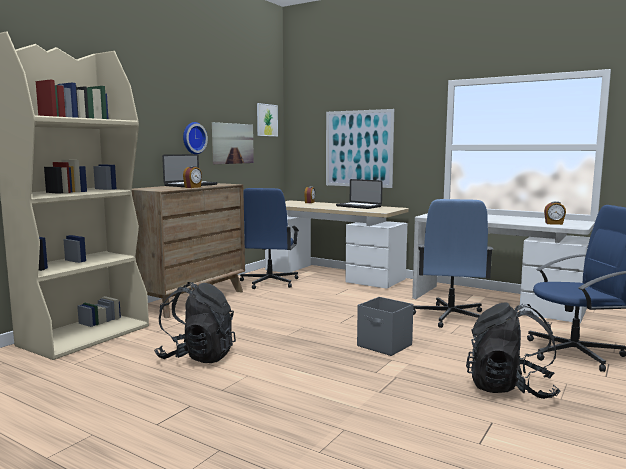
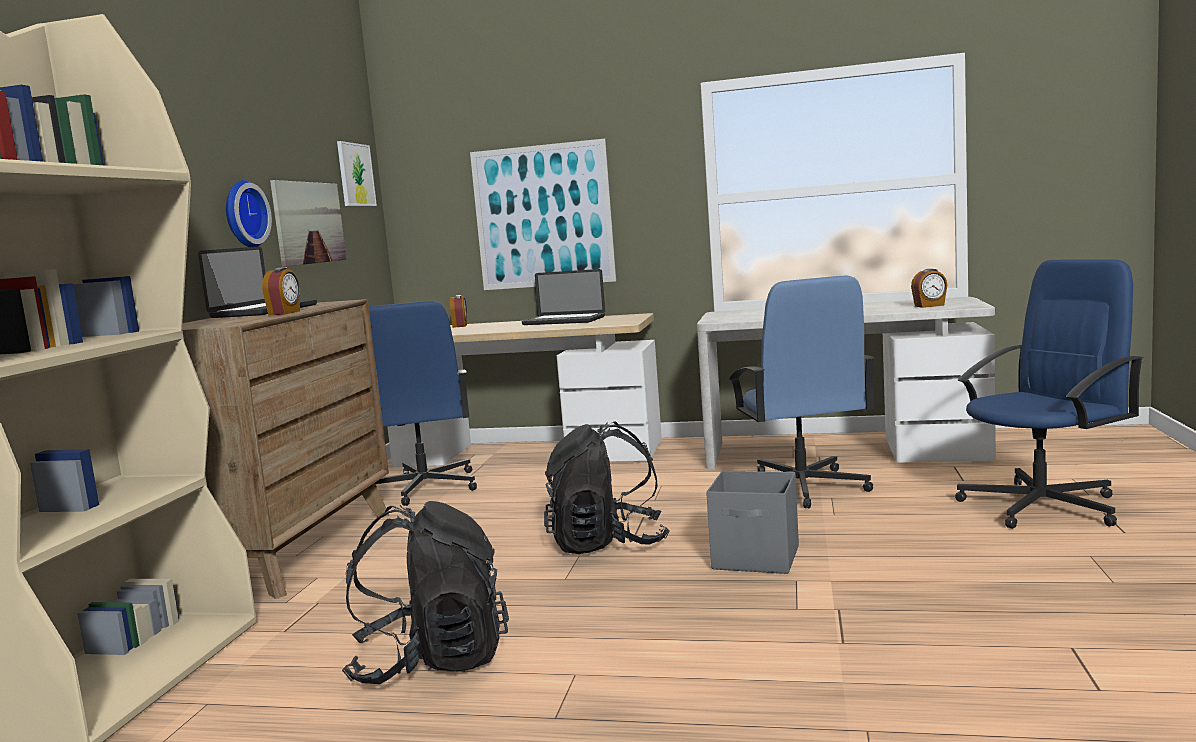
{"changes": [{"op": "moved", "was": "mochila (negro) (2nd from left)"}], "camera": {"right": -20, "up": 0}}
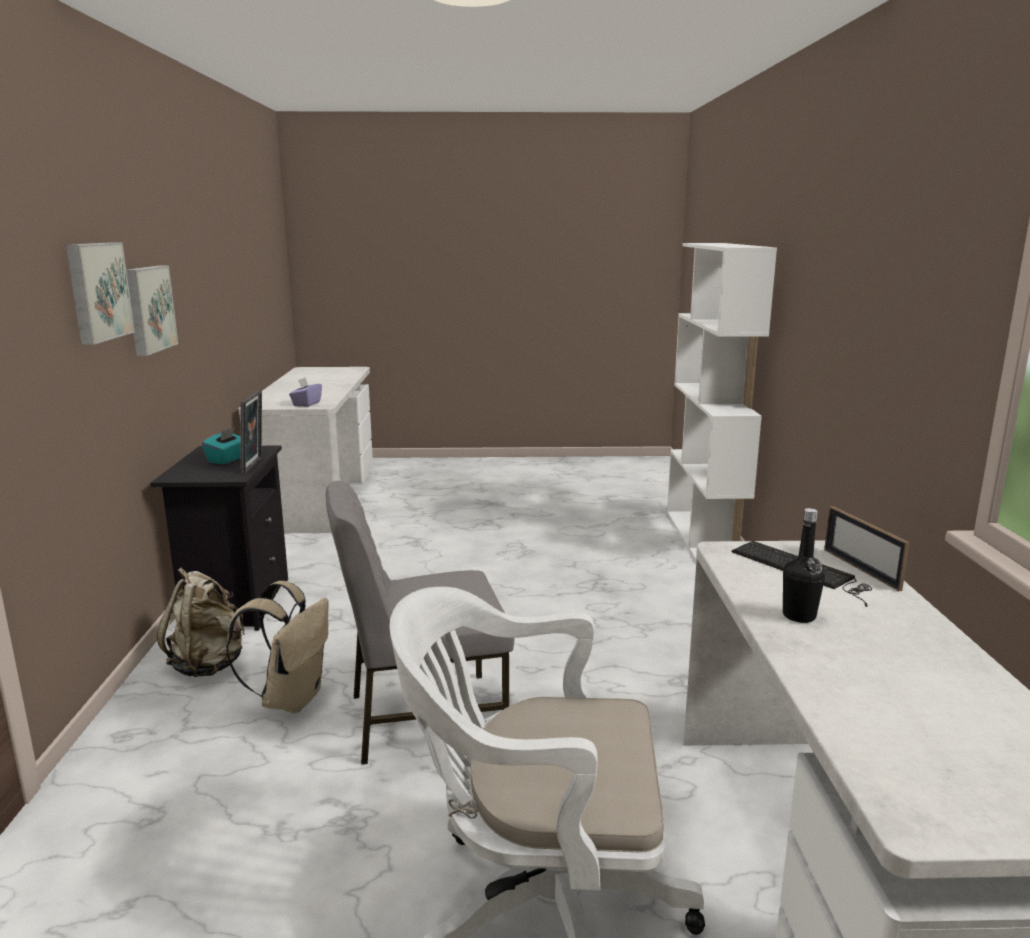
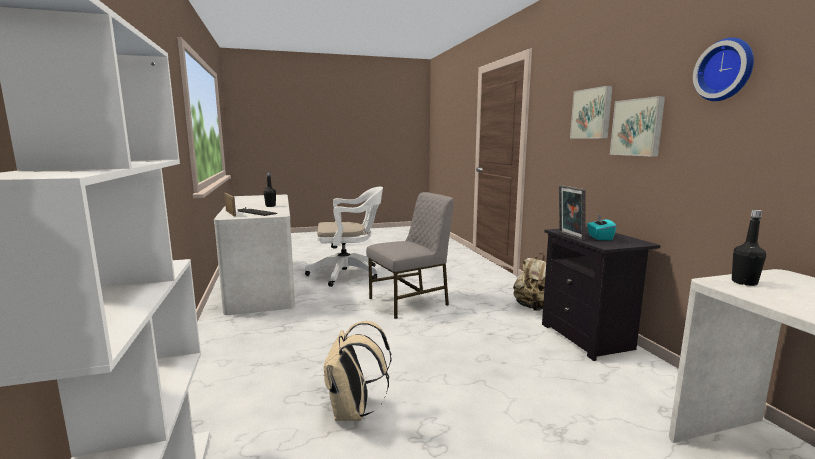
{"changes": [{"op": "replaced", "was": "caja de pañuelos (morado)", "now": "botella (negro) (2nd from left)"}, {"op": "moved", "was": "mochila (beis) (2nd from left in the first image)", "now": "mochila (beis) (1st from left)"}, {"op": "added", "now": "reloj de pared"}], "camera": {"right": 165, "up": -5}}
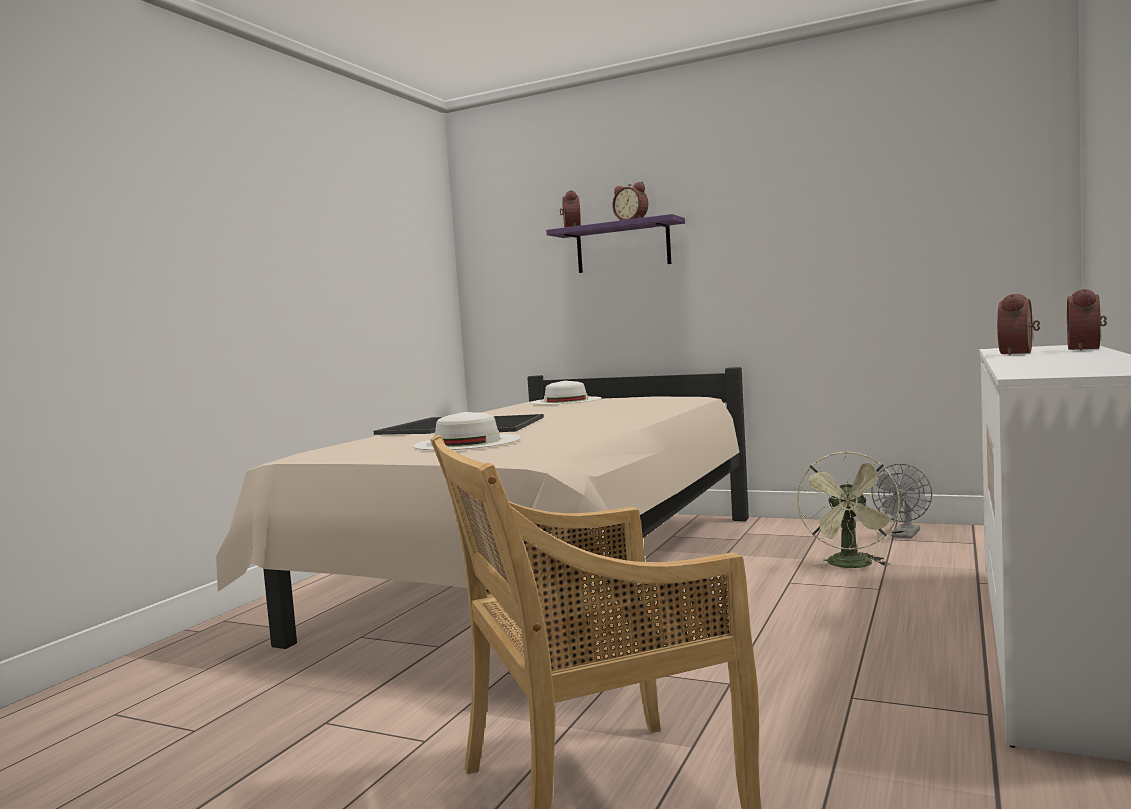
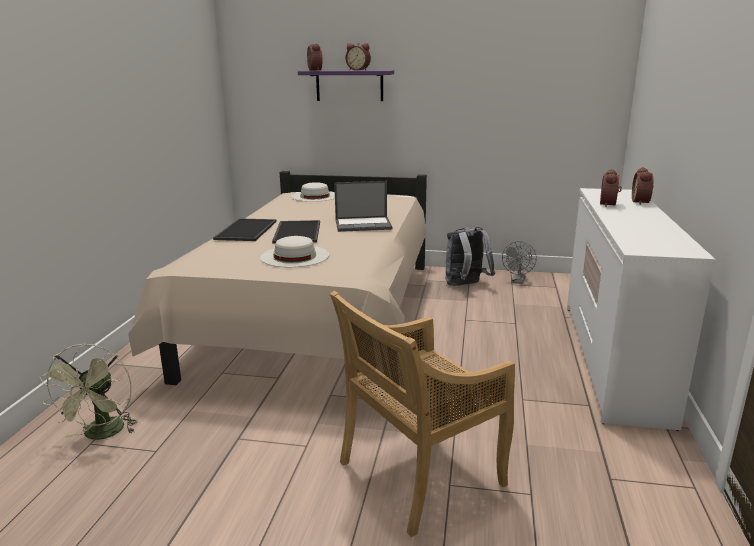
{"changes": [{"op": "moved", "was": "ventilador (verde)"}, {"op": "added", "now": "portátil"}, {"op": "added", "now": "mochila (gris)"}], "camera": {"right": -15, "up": 15}}
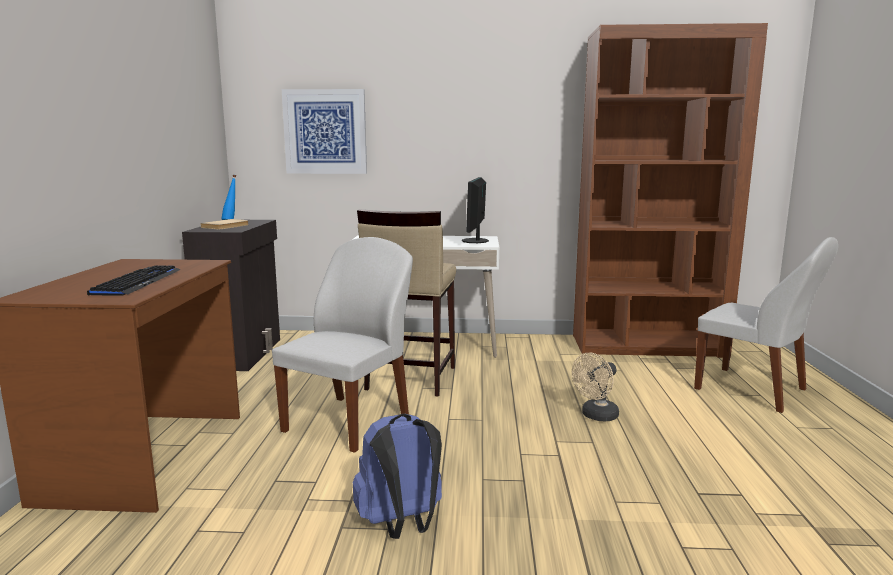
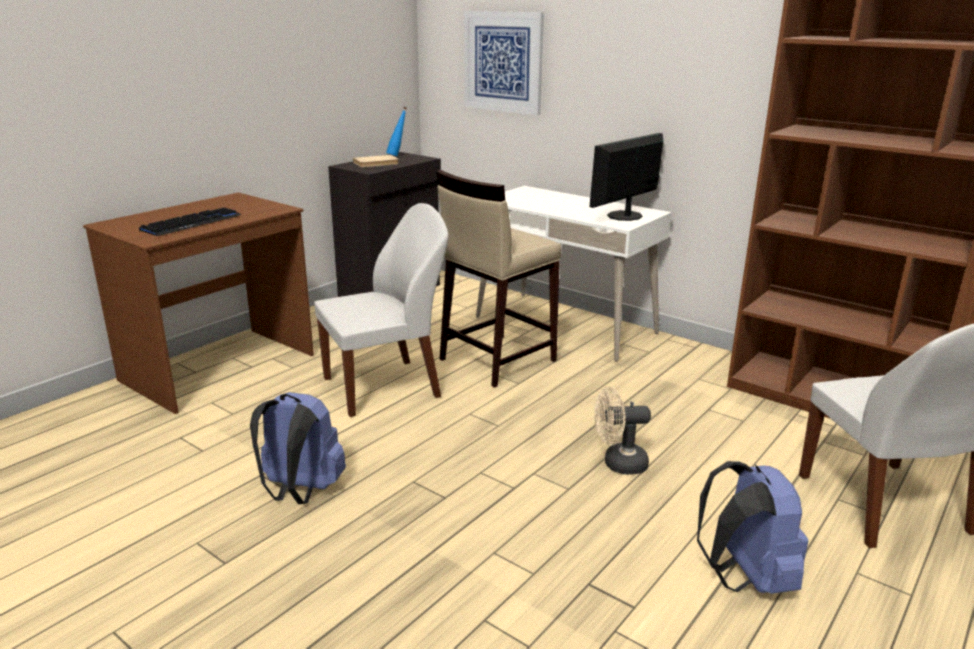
{"changes": [{"op": "added", "now": "mochila (azul) (2nd from left)"}], "camera": {"right": 35, "up": 10}}
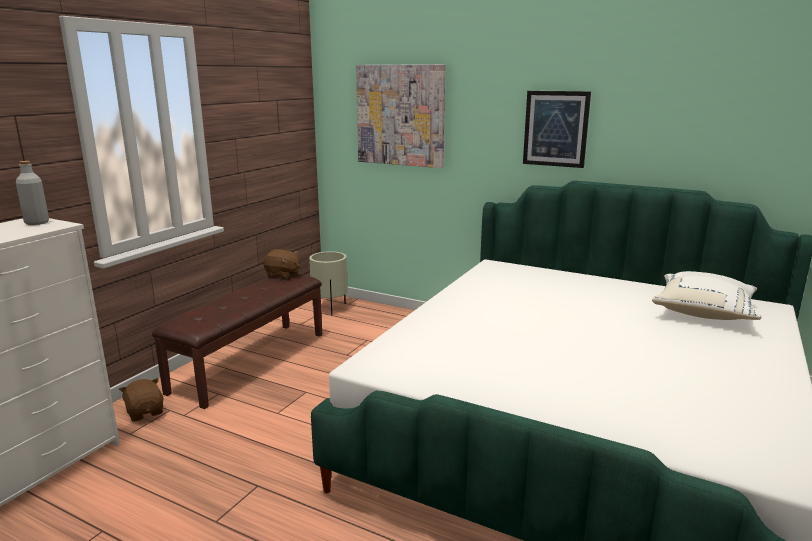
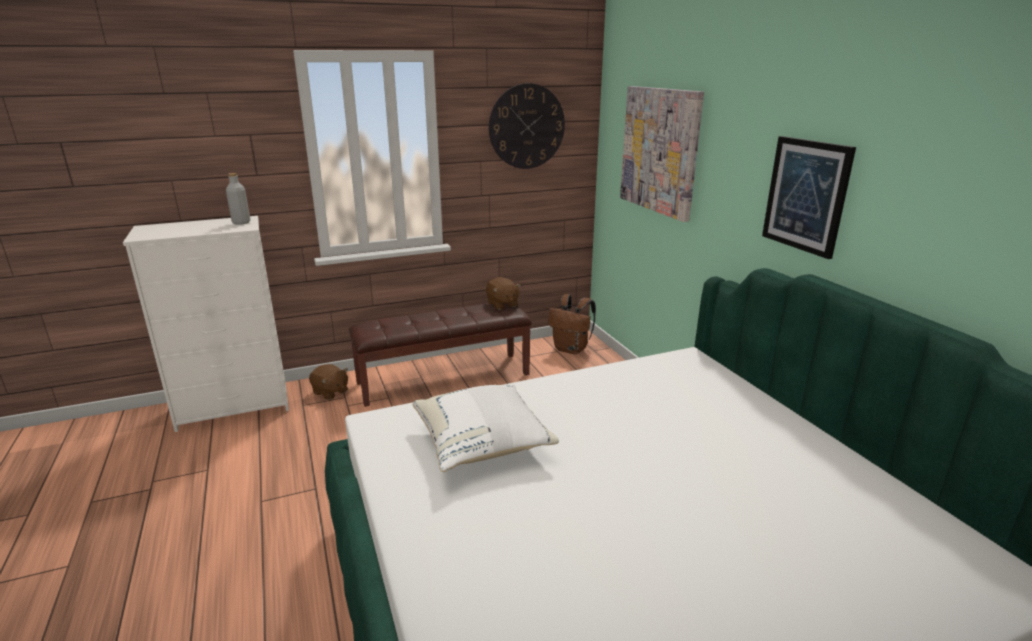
{"changes": [{"op": "replaced", "was": "maceta (beis)", "now": "mochila (marrón)"}, {"op": "moved", "was": "cojín (blanco)"}, {"op": "turned", "was": "peluche (marrón) (1st from left)", "clockwise": 120}, {"op": "added", "now": "reloj de pared"}], "camera": {"right": 40, "up": 5}}
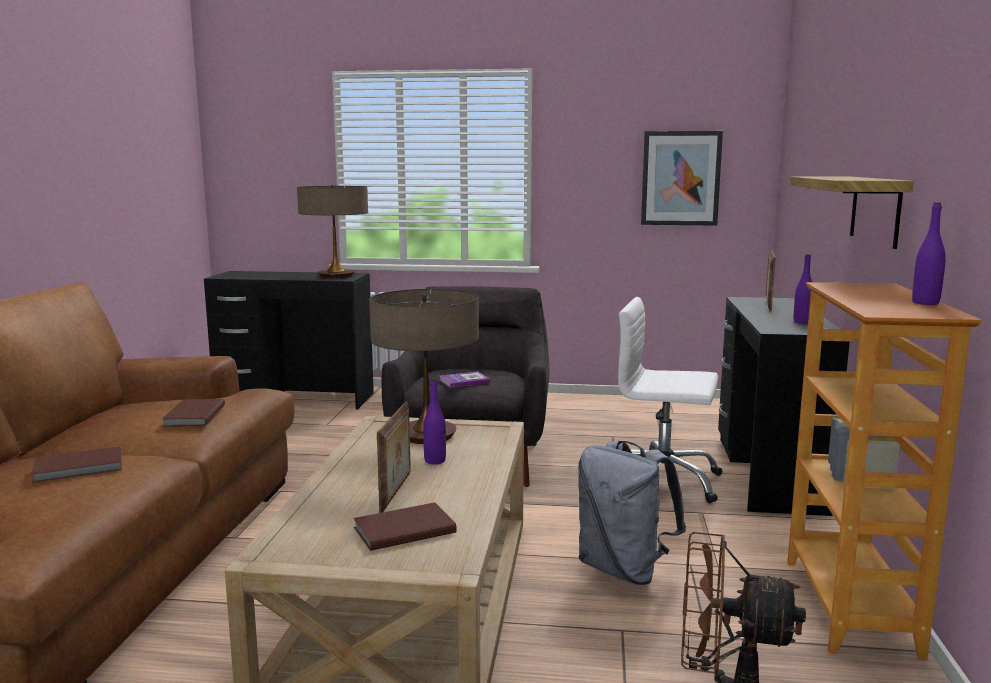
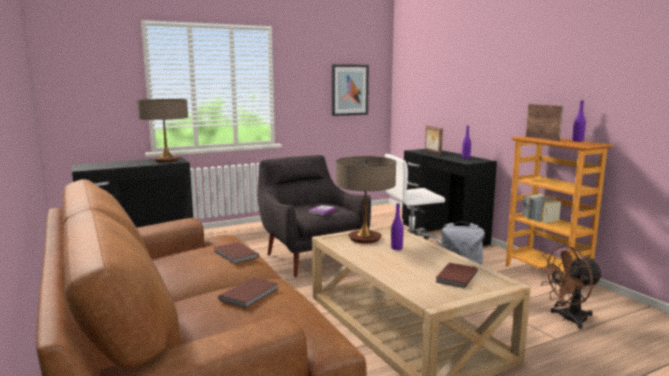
{"changes": [{"op": "removed", "was": "estante"}, {"op": "moved", "was": "portarretratos (1st from left in the first image)", "now": "portarretratos (2nd from left)"}], "camera": {"right": -35, "up": 0}}
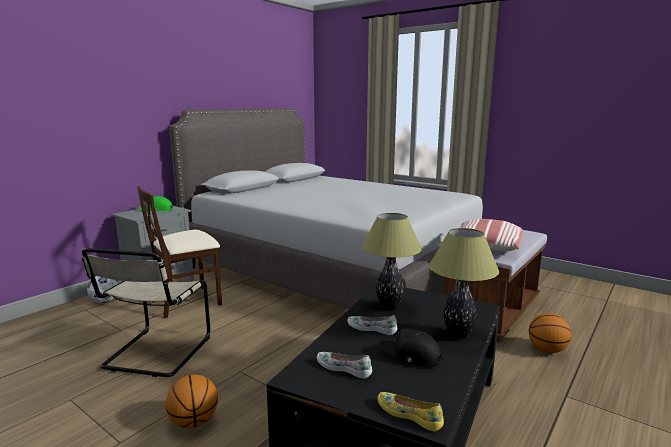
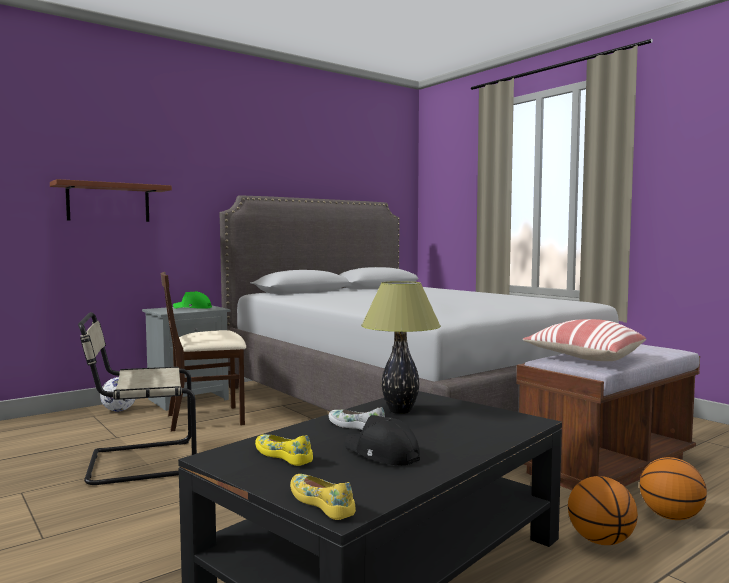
{"changes": [{"op": "removed", "was": "lámpara de mesa (2nd from left)"}, {"op": "turned", "was": "silla (beis) (1st from left)", "clockwise": 45}, {"op": "recoloured", "was": "zapato (blanco) (1st from left)", "now": "zapato (amarillo) (1st from left)"}, {"op": "moved", "was": "balón de baloncesto (1st from left)"}, {"op": "added", "now": "estante (marrón)"}], "camera": {"right": 15, "up": -10}}
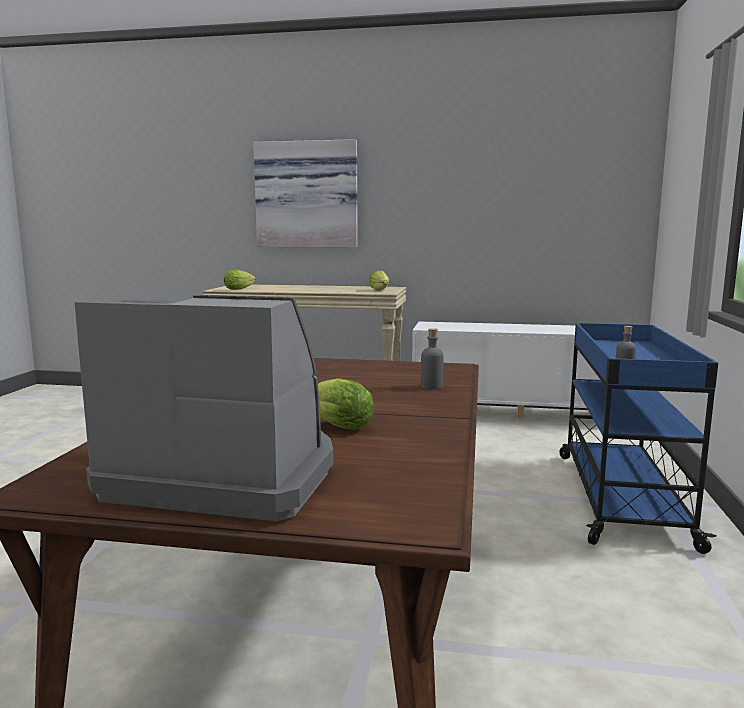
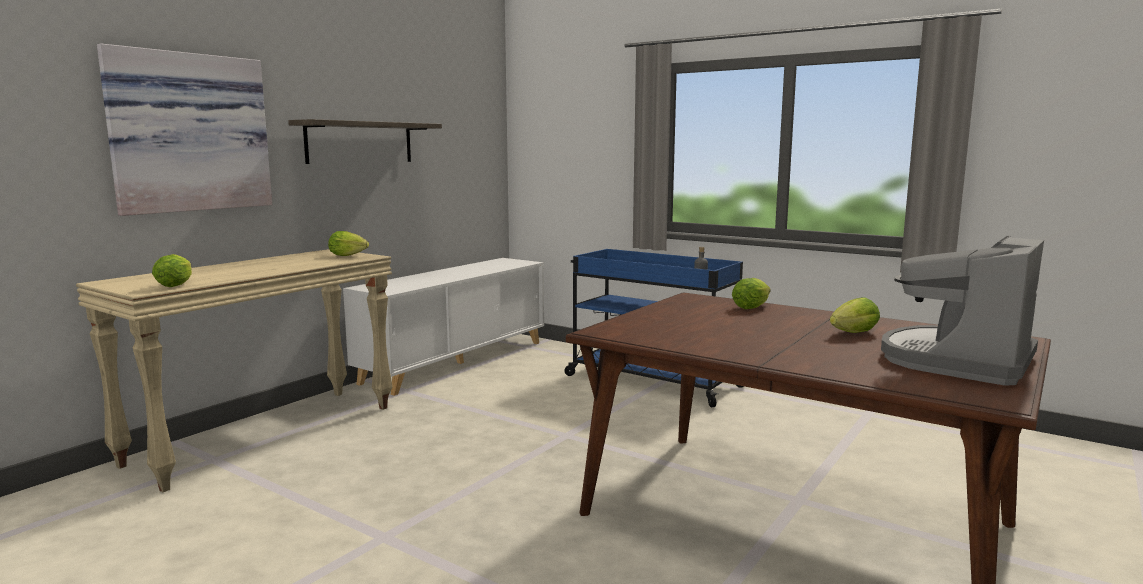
{"changes": [{"op": "replaced", "was": "botella (gris) (1st from left)", "now": "lechuga (3rd from left)"}, {"op": "added", "now": "estante"}], "camera": {"right": -65, "up": 0}}
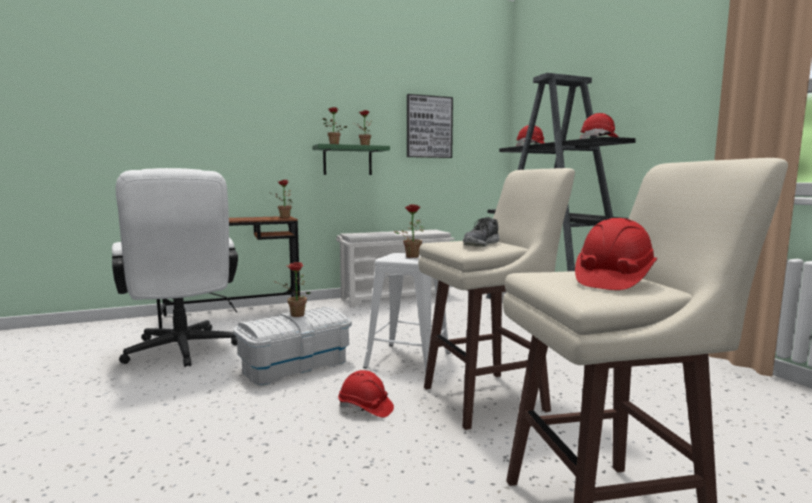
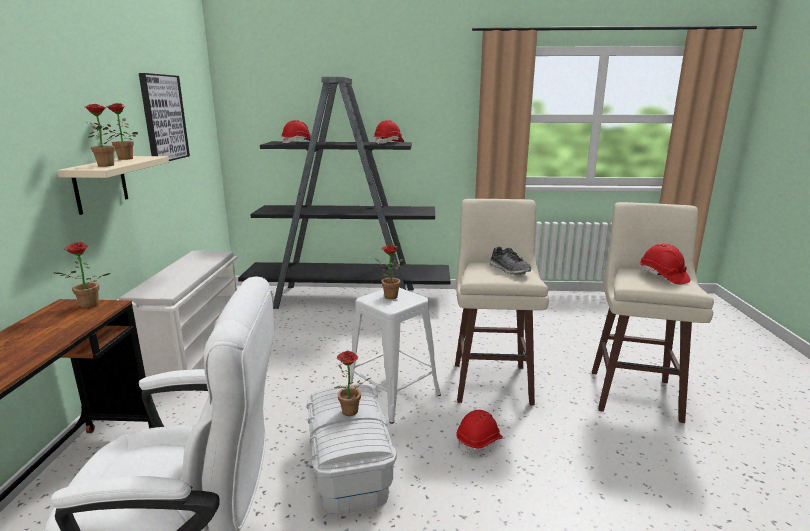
{"changes": [{"op": "recoloured", "was": "estante (verde)", "now": "estante (beis)"}], "camera": {"right": -65, "up": 10}}
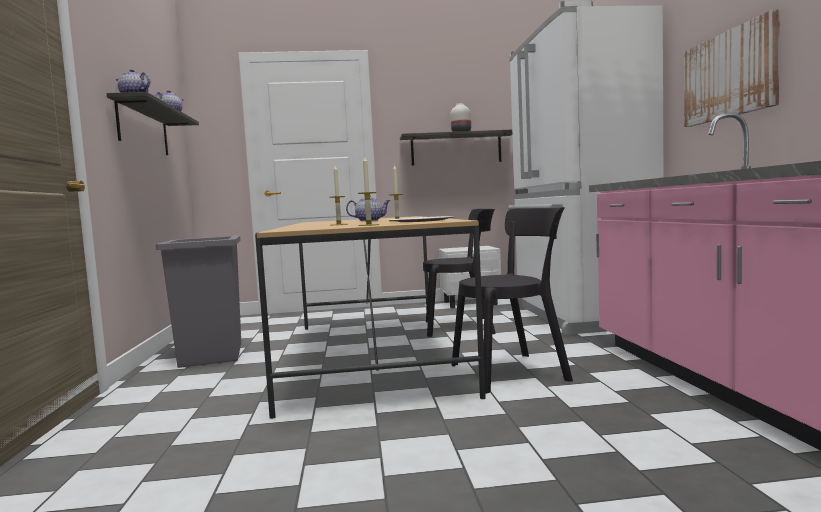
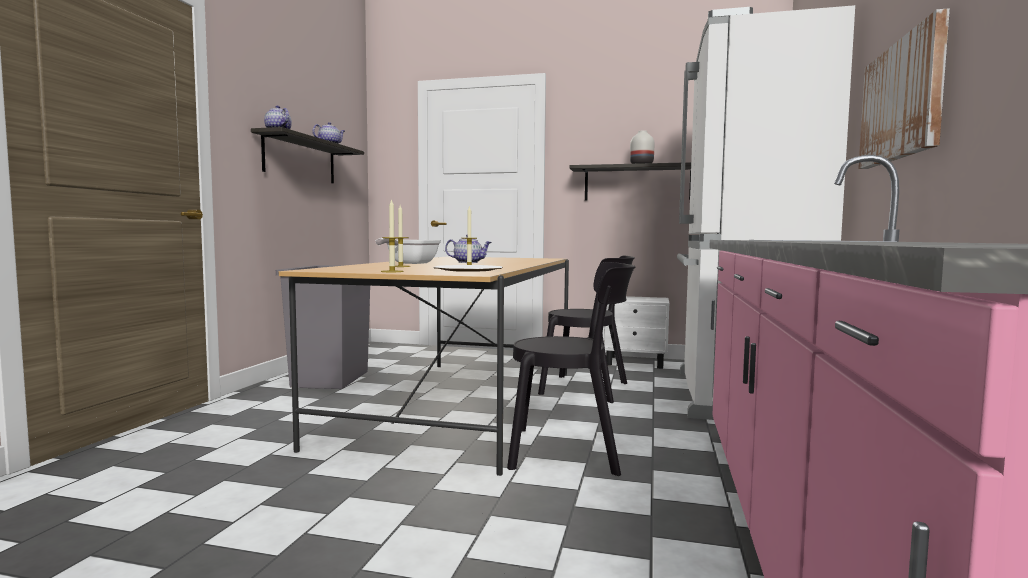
{"changes": [{"op": "added", "now": "sartén"}], "camera": {"right": 20, "up": 0}}
